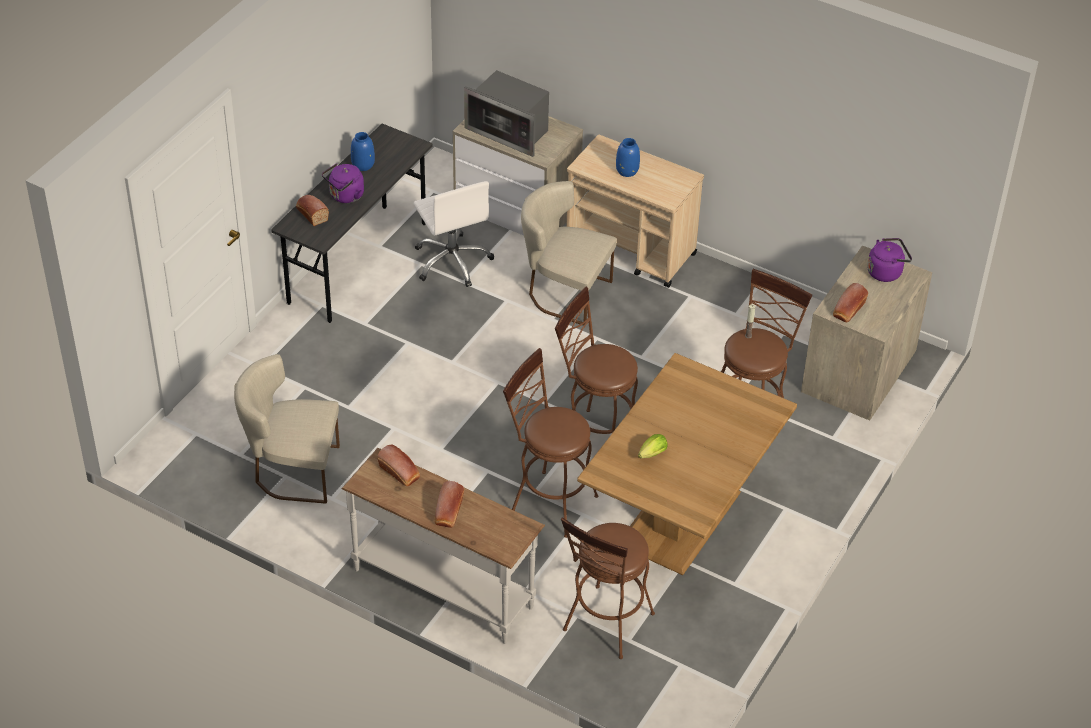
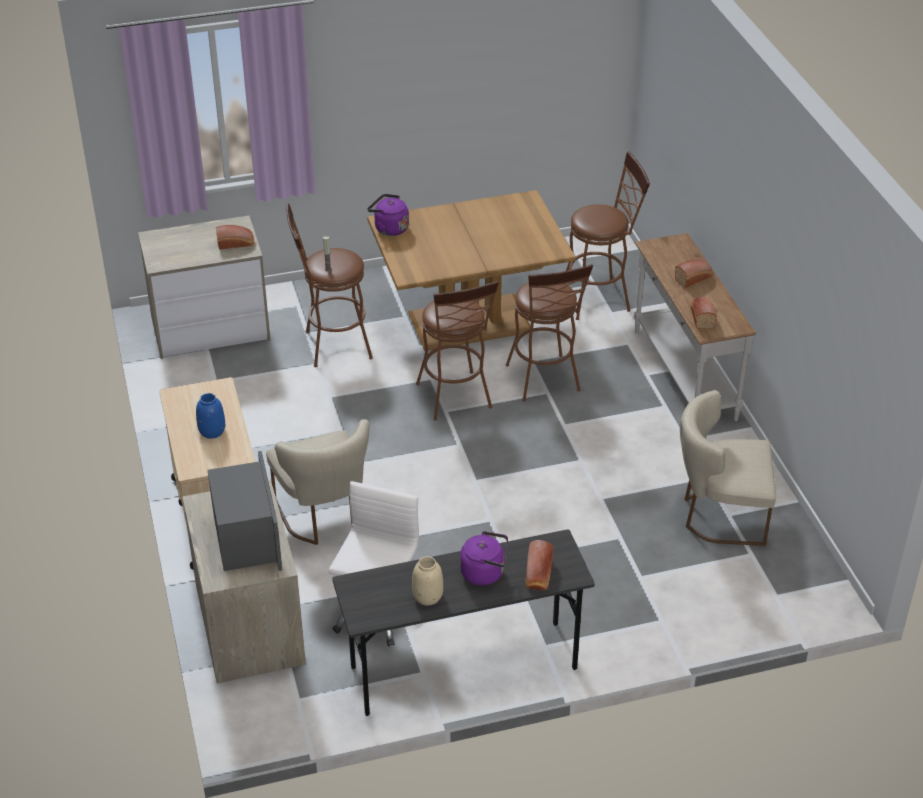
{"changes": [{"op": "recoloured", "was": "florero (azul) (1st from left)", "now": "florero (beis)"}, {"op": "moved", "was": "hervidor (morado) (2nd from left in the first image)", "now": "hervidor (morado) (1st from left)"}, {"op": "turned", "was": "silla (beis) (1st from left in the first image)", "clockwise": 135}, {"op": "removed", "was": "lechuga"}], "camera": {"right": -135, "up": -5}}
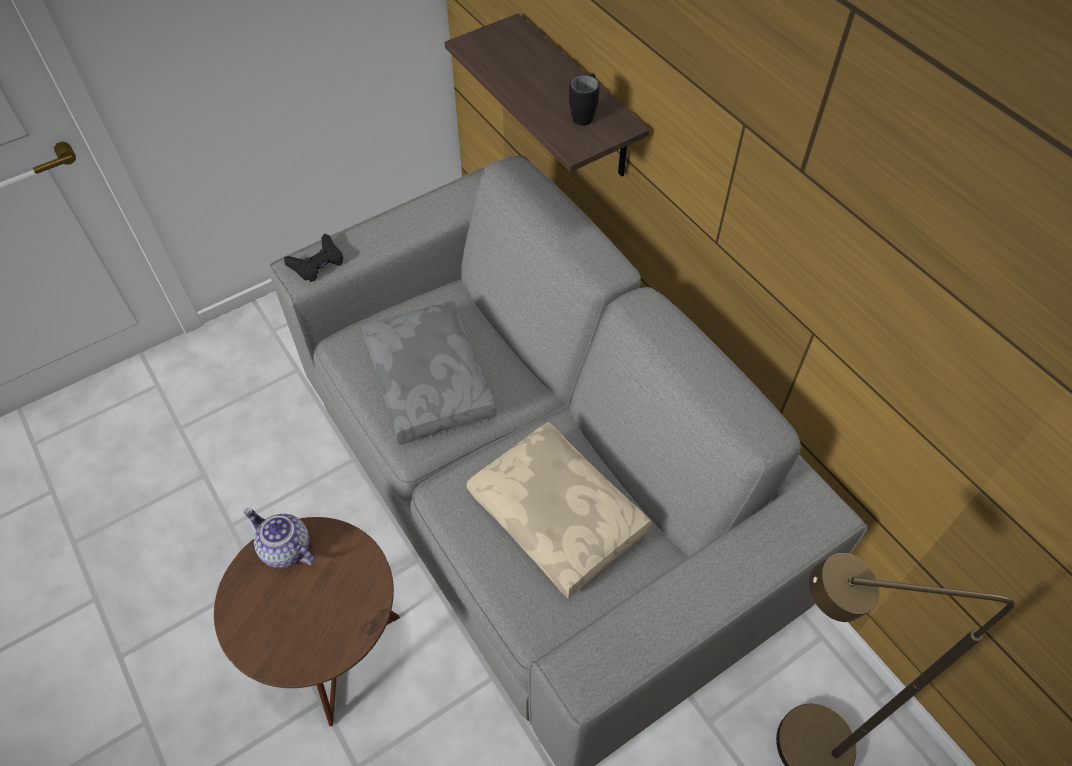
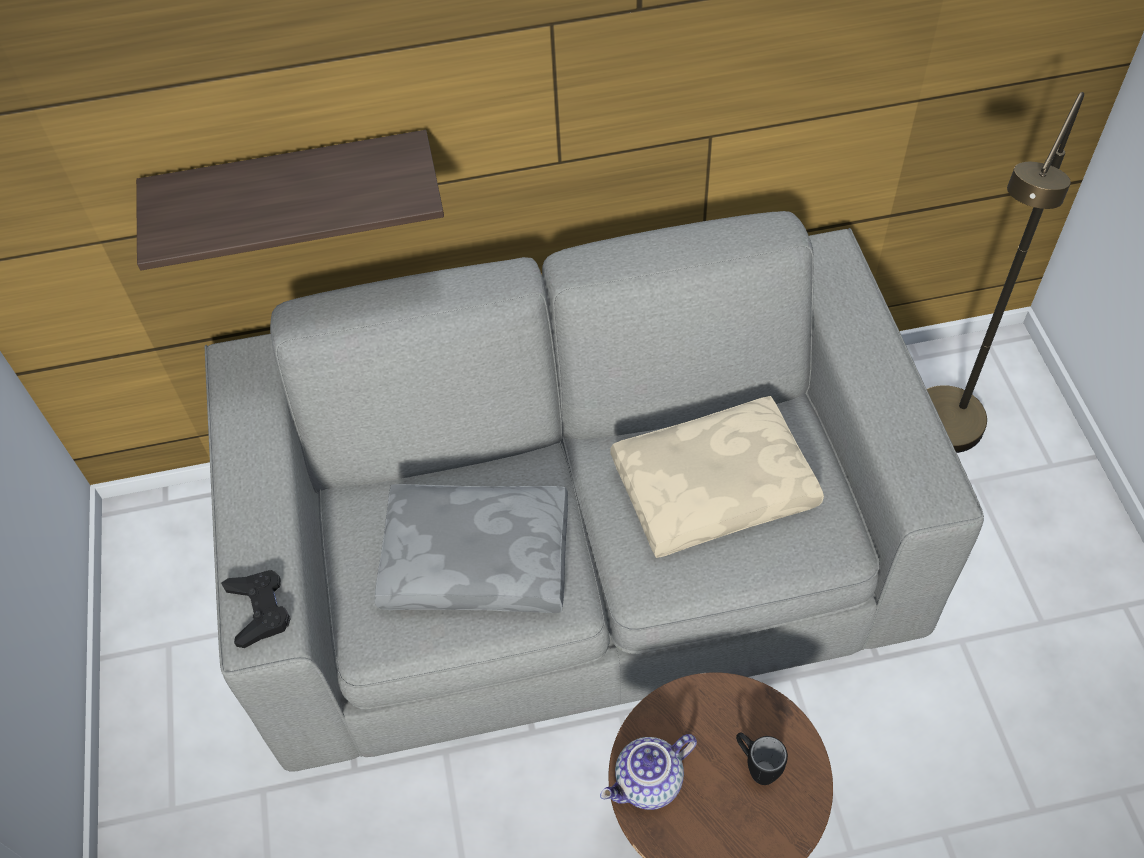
{"changes": [{"op": "moved", "was": "taza grande (negro)"}], "camera": {"right": -65, "up": 0}}
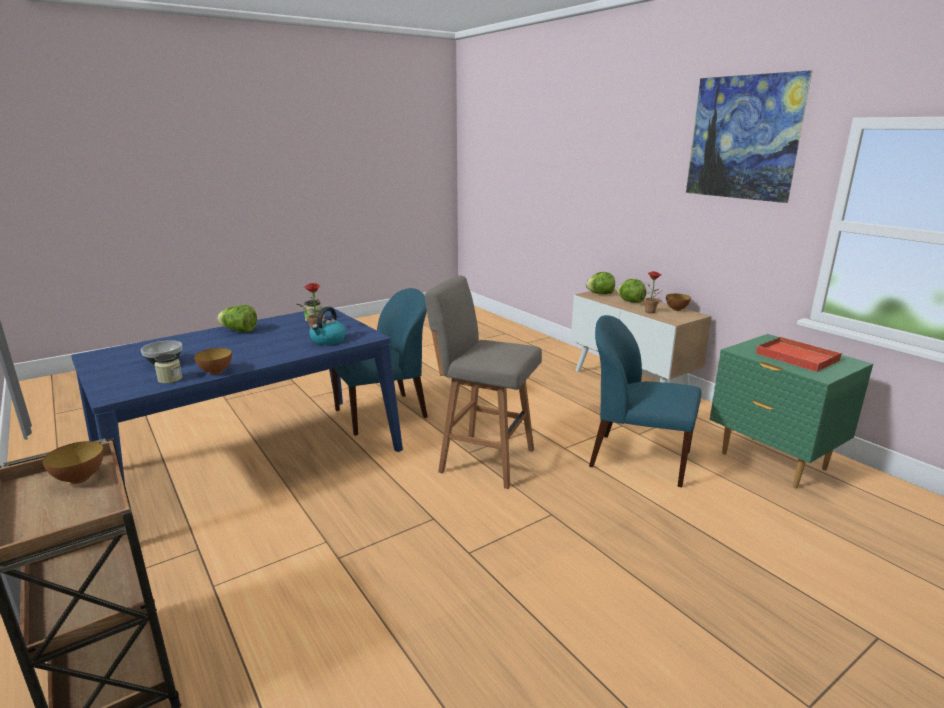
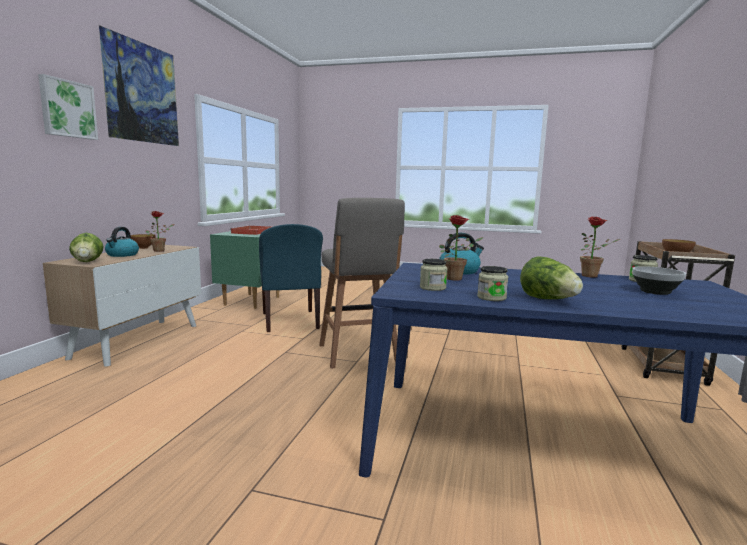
{"changes": [{"op": "replaced", "was": "lechuga (3rd from left)", "now": "hervidor (1st from left)"}, {"op": "removed", "was": "silla (azul) (1st from left)"}, {"op": "replaced", "was": "cuenco (3rd from left)", "now": "planta en maceta (3rd from left)"}, {"op": "added", "now": "cuadro (1st from left)"}, {"op": "added", "now": "tarro (2nd from left)"}], "camera": {"right": -130, "up": -10}}
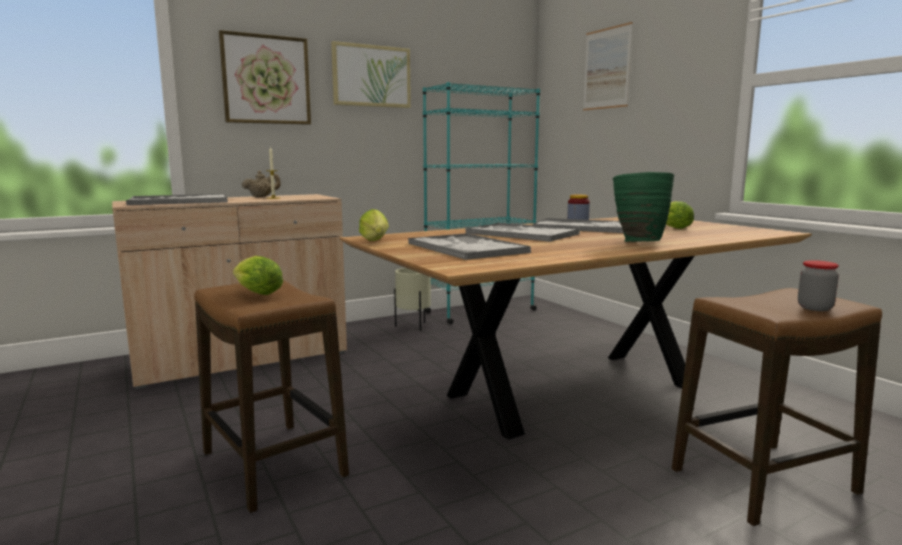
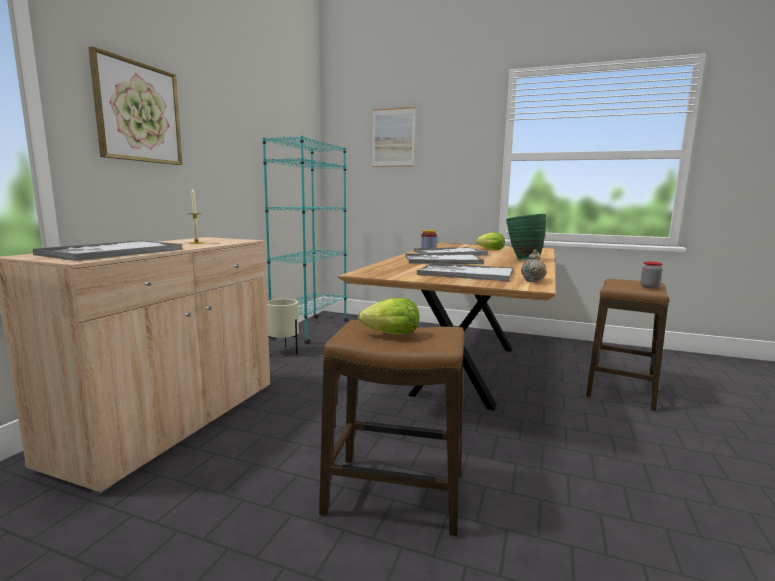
{"changes": [{"op": "removed", "was": "cuadro (2nd from left)"}, {"op": "moved", "was": "tetera (beis)"}, {"op": "removed", "was": "lechuga (2nd from left)"}], "camera": {"right": -40, "up": 0}}
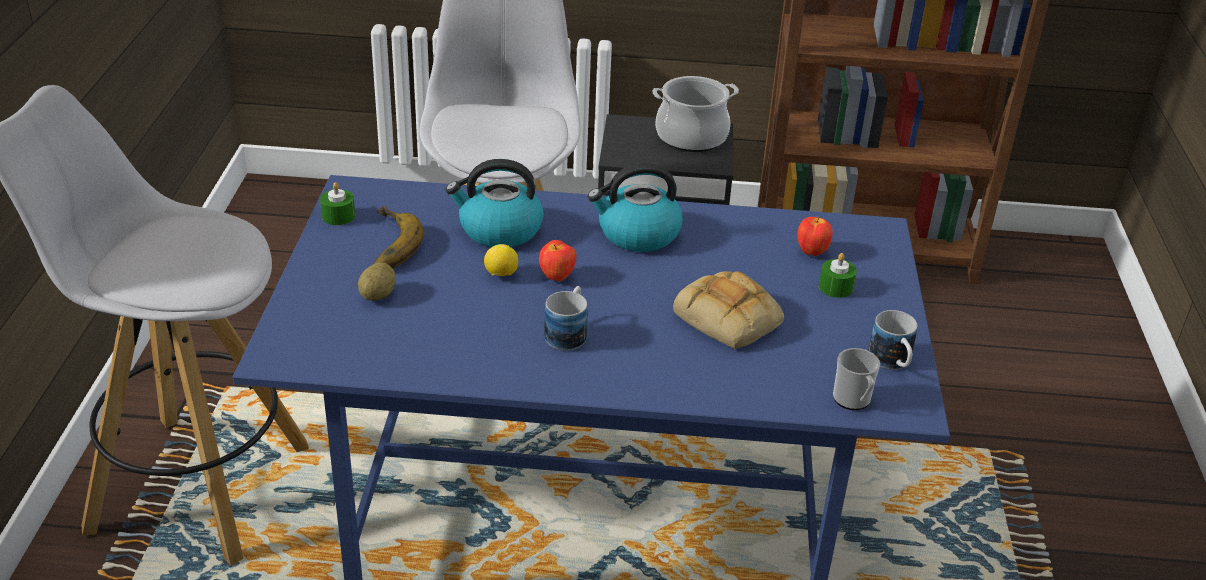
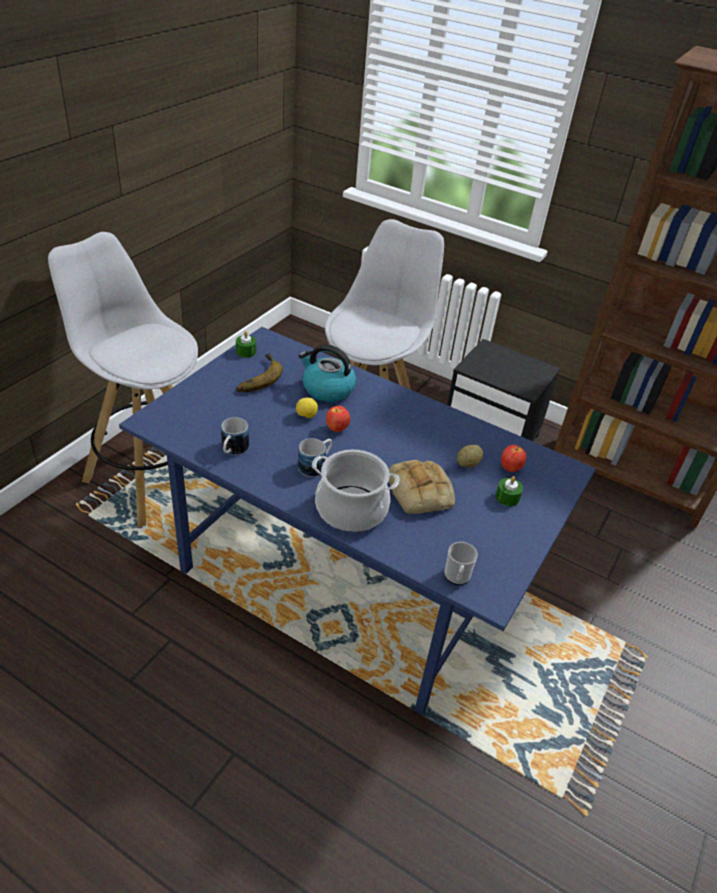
{"changes": [{"op": "moved", "was": "olla"}, {"op": "removed", "was": "hervidor (2nd from left)"}, {"op": "moved", "was": "patata"}, {"op": "moved", "was": "taza grande (3rd from left in the first image)", "now": "taza grande (1st from left)"}], "camera": {"right": 25, "up": 5}}
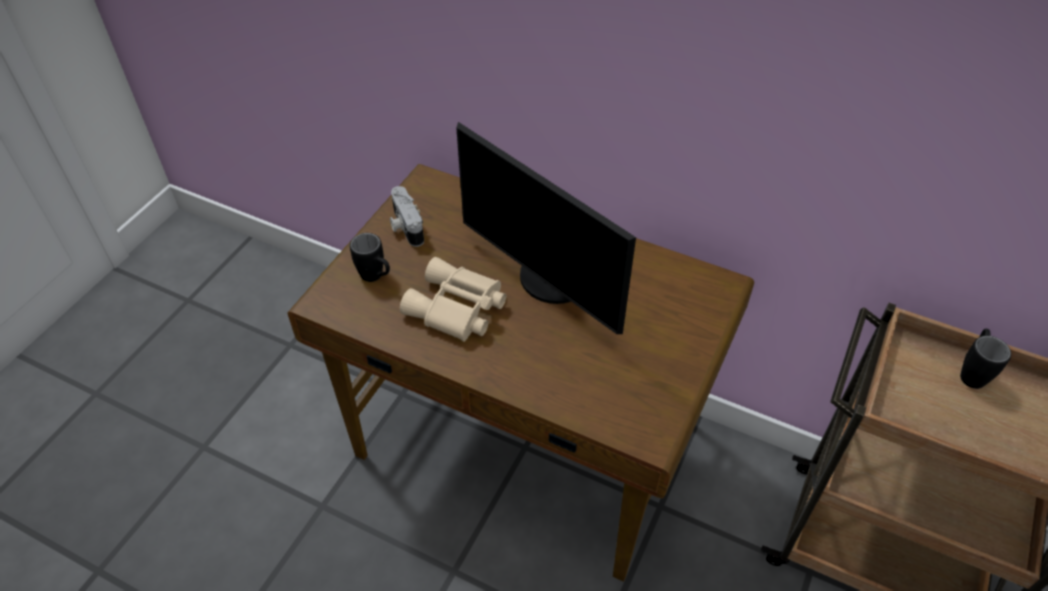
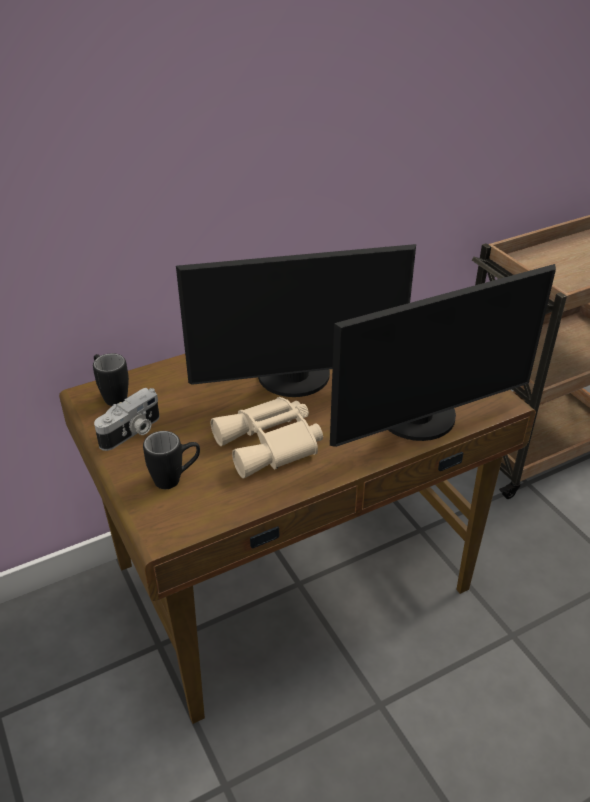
{"changes": [{"op": "turned", "was": "cámara", "clockwise": -60}, {"op": "moved", "was": "taza grande (negro) (2nd from left in the first image)", "now": "taza grande (negro) (1st from left)"}, {"op": "added", "now": "monitor (2nd from left)"}], "camera": {"right": -55, "up": -10}}
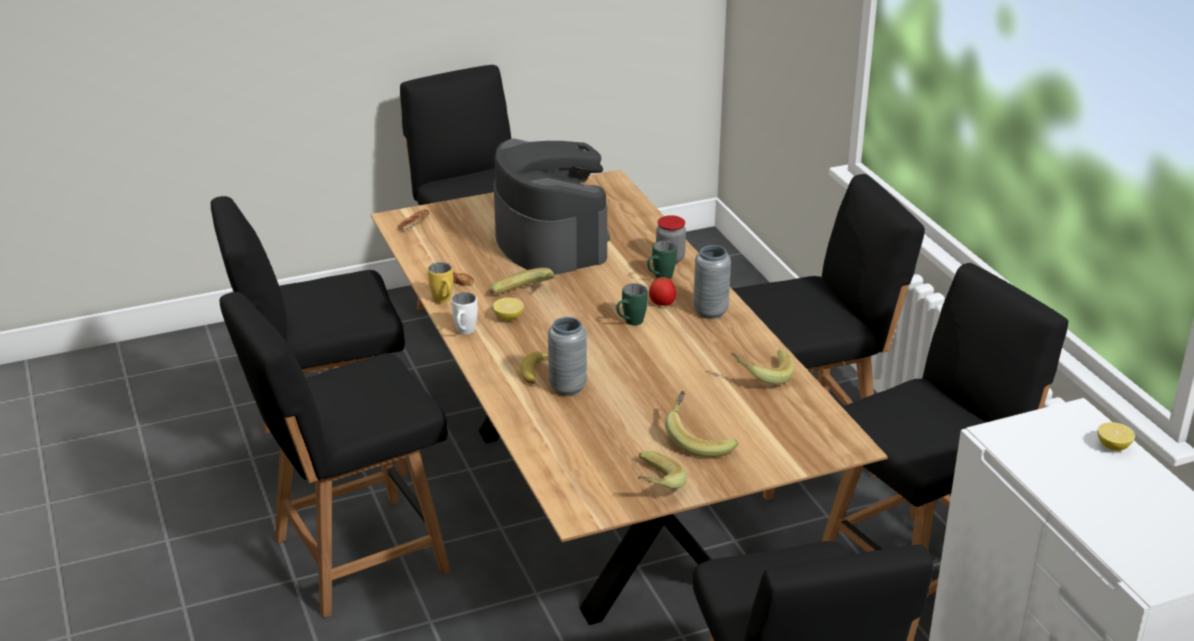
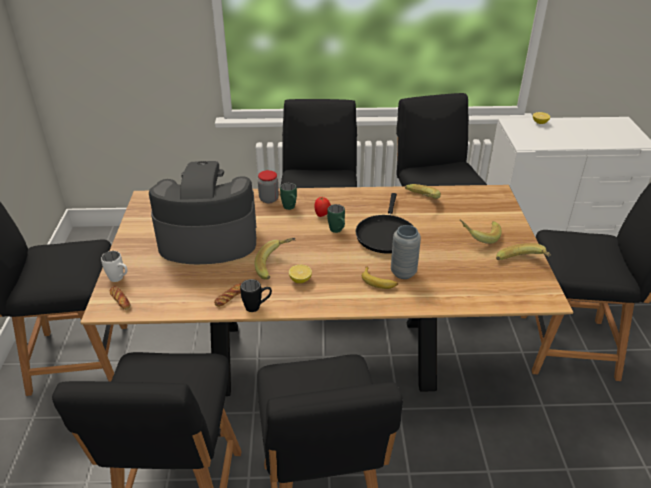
{"changes": [{"op": "removed", "was": "florero (gris) (2nd from left)"}, {"op": "recoloured", "was": "taza grande (amarillo)", "now": "taza grande (negro)"}, {"op": "moved", "was": "taza grande (blanco)"}, {"op": "added", "now": "sartén (negro)"}], "camera": {"right": -70, "up": 5}}
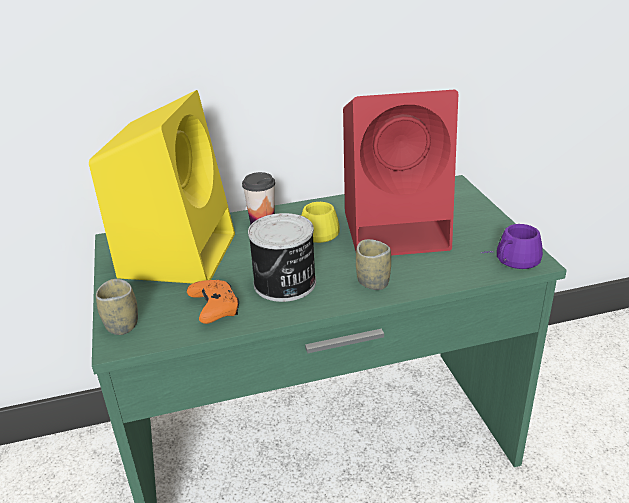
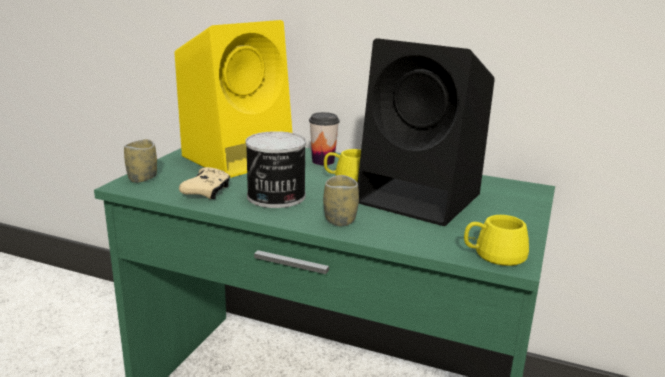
{"changes": [{"op": "recoloured", "was": "altavoz (rojo)", "now": "altavoz (negro)"}, {"op": "recoloured", "was": "taza grande (morado)", "now": "taza grande (amarillo) (2nd from left)"}, {"op": "recoloured", "was": "mando de consola (naranja)", "now": "mando de consola (beis)"}], "camera": {"right": 35, "up": -10}}
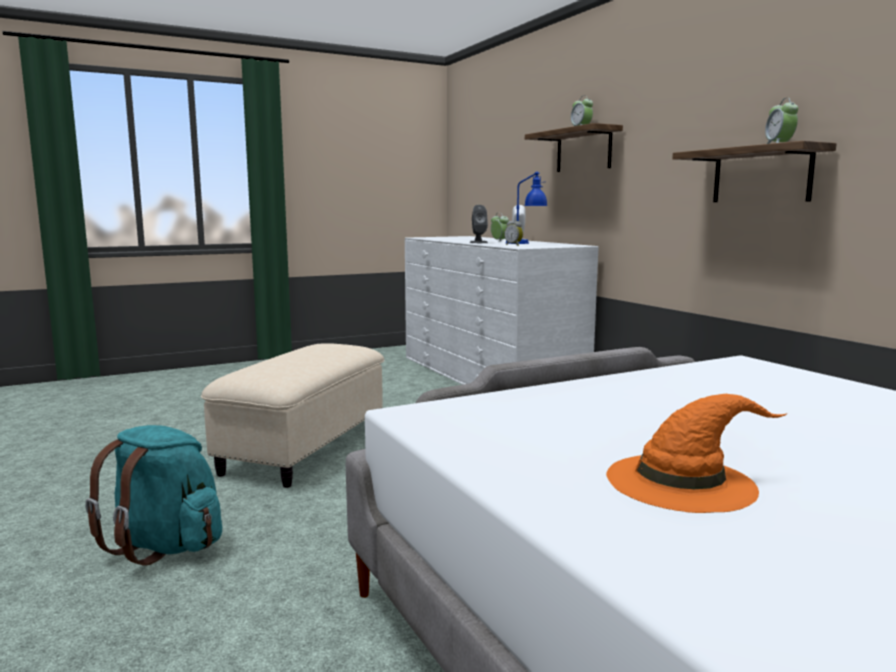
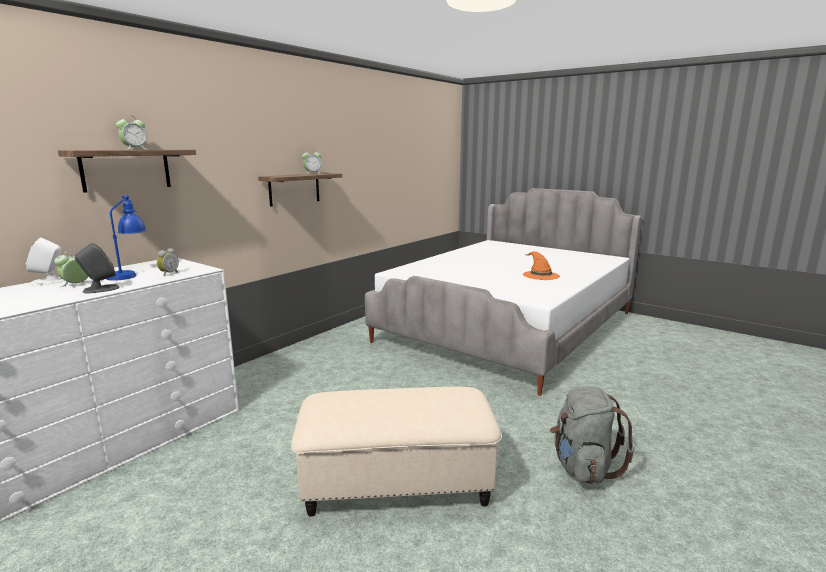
{"changes": [{"op": "recoloured", "was": "mochila (turquesa)", "now": "mochila (gris)"}], "camera": {"right": -115, "up": 5}}
